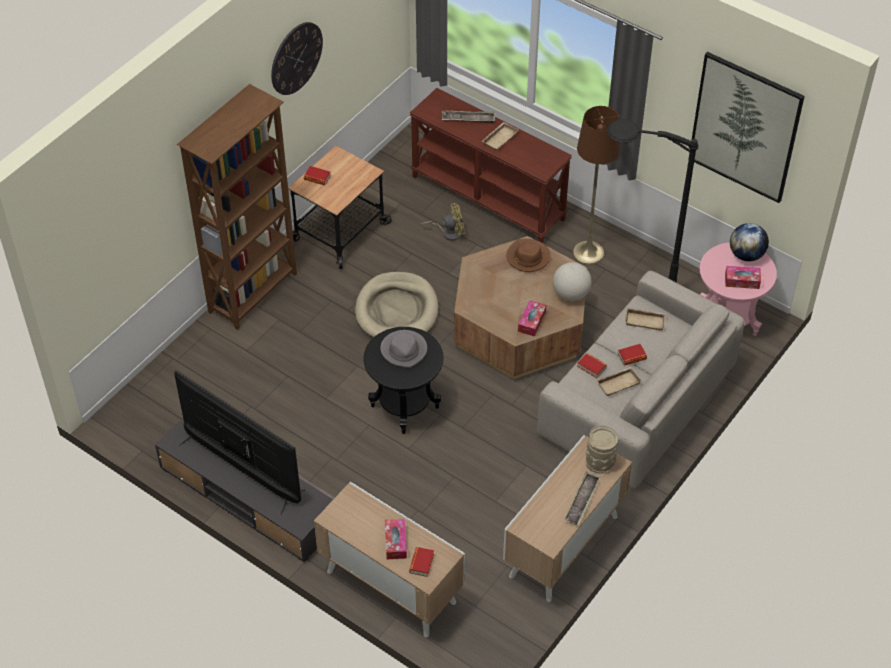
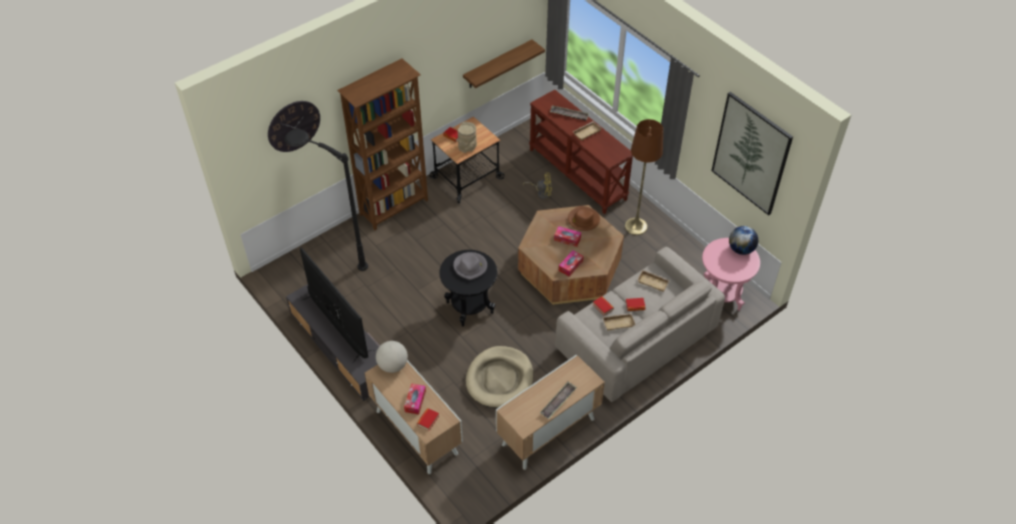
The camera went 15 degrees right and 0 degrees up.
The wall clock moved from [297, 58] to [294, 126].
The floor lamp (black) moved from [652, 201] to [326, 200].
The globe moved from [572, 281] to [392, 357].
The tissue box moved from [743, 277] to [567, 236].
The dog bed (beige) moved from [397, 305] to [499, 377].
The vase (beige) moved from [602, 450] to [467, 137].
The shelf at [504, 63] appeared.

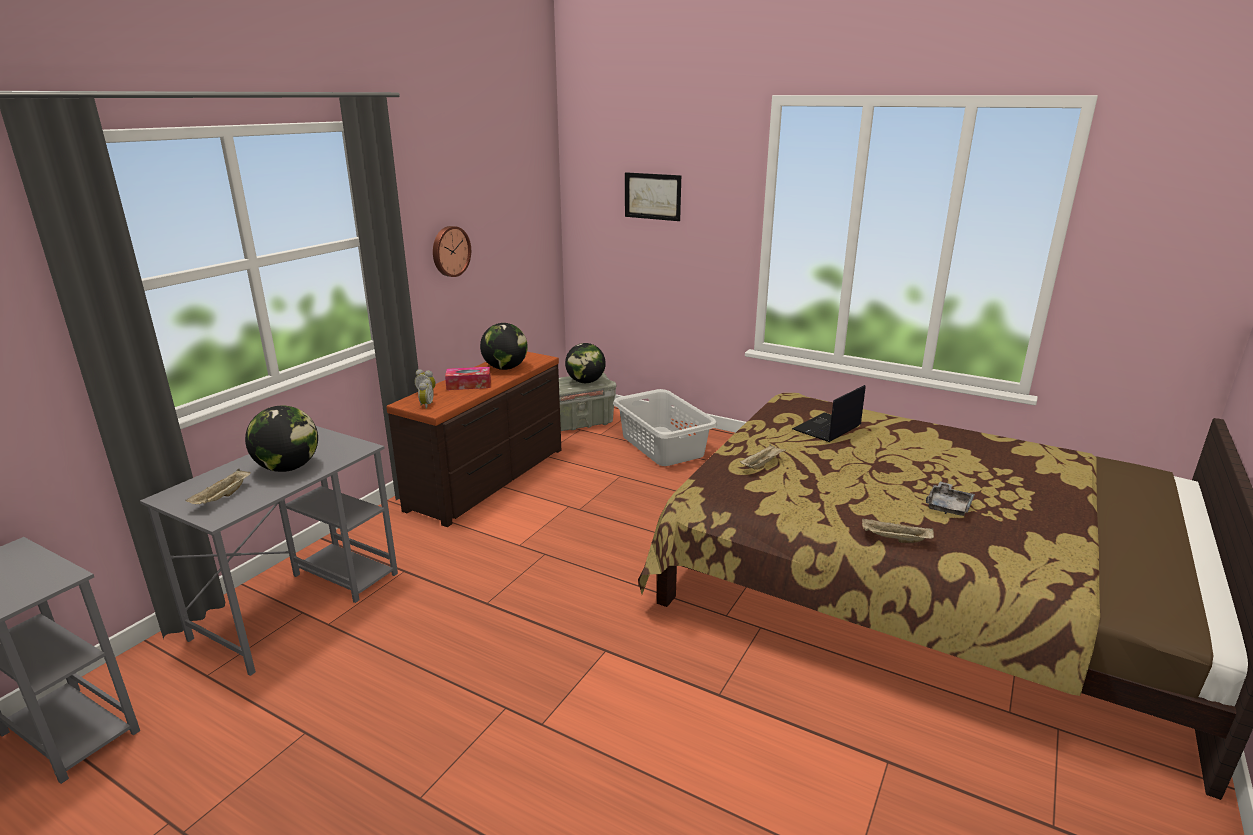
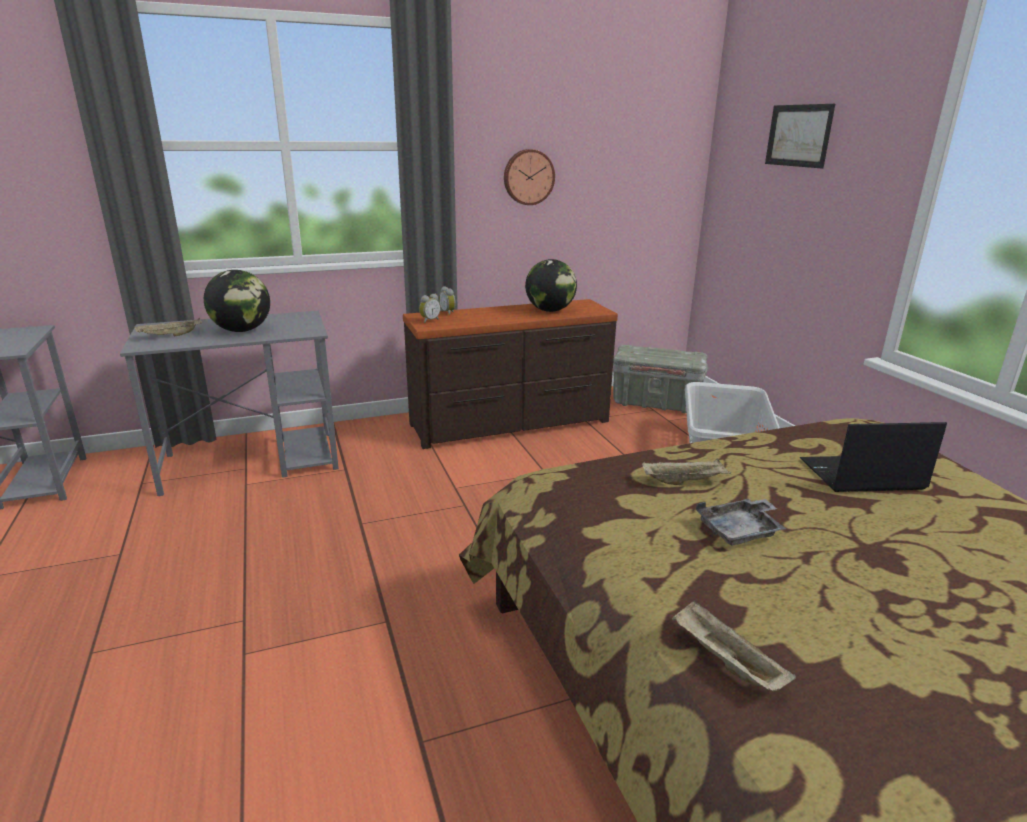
The camera went 40 degrees right and 0 degrees up.
The globe at [585, 363] disappeared.
The tissue box at [468, 378] disappeared.
The tray (grey) moved from [950, 498] to [741, 521].

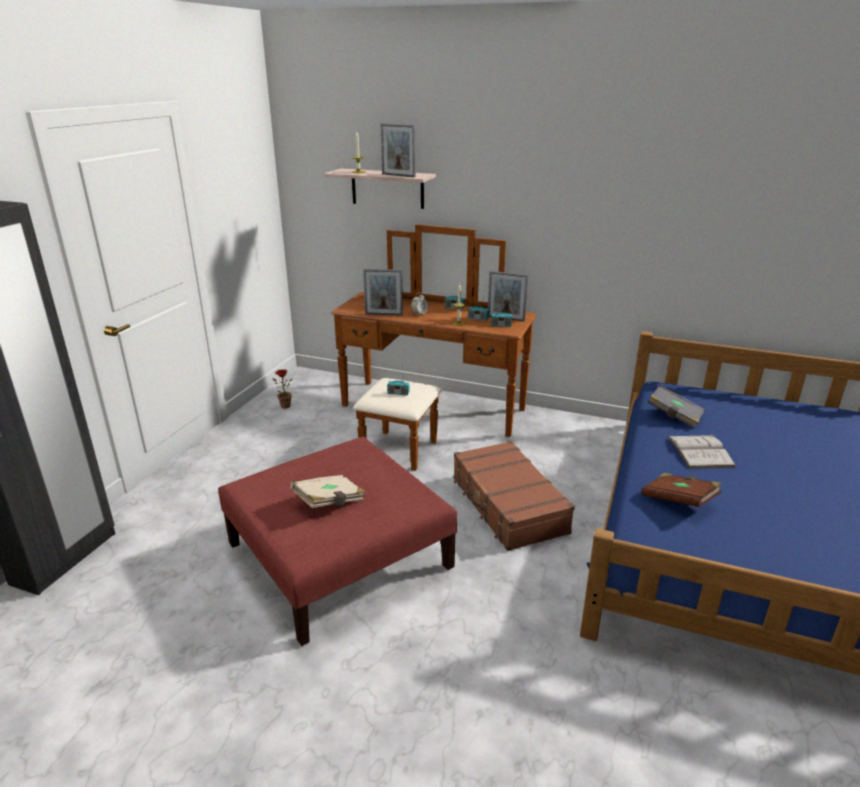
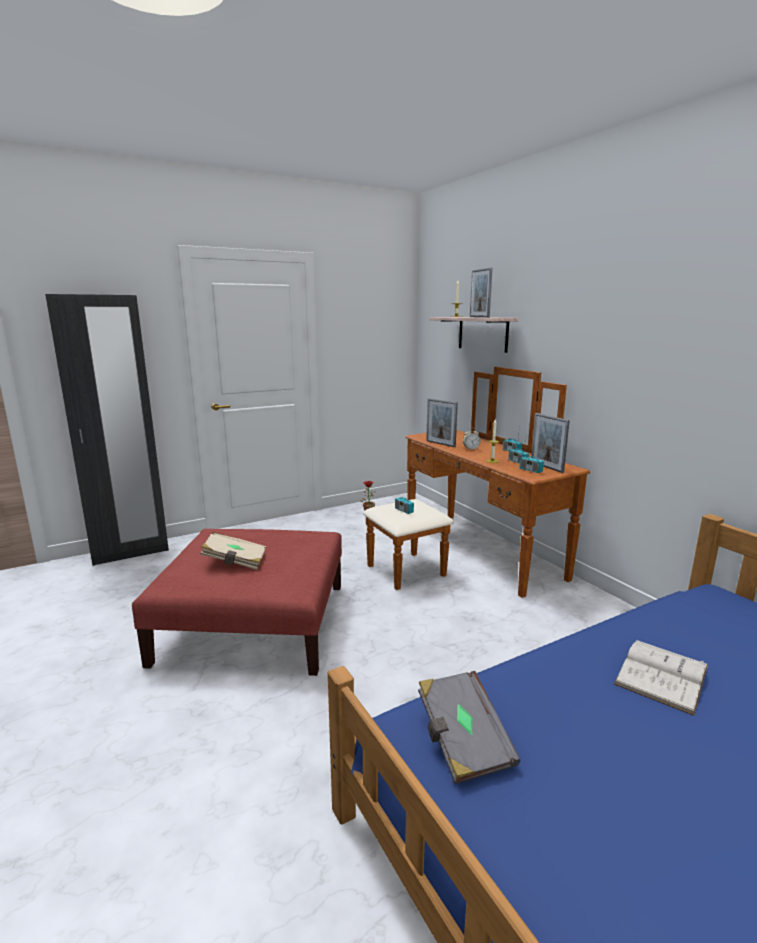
The camera went 40 degrees right and 10 degrees down.
The book (grey) moved from [676, 406] to [469, 727].
The suitcase (brown) at [514, 496] disappeared.
The book (brown) at [681, 490] disappeared.

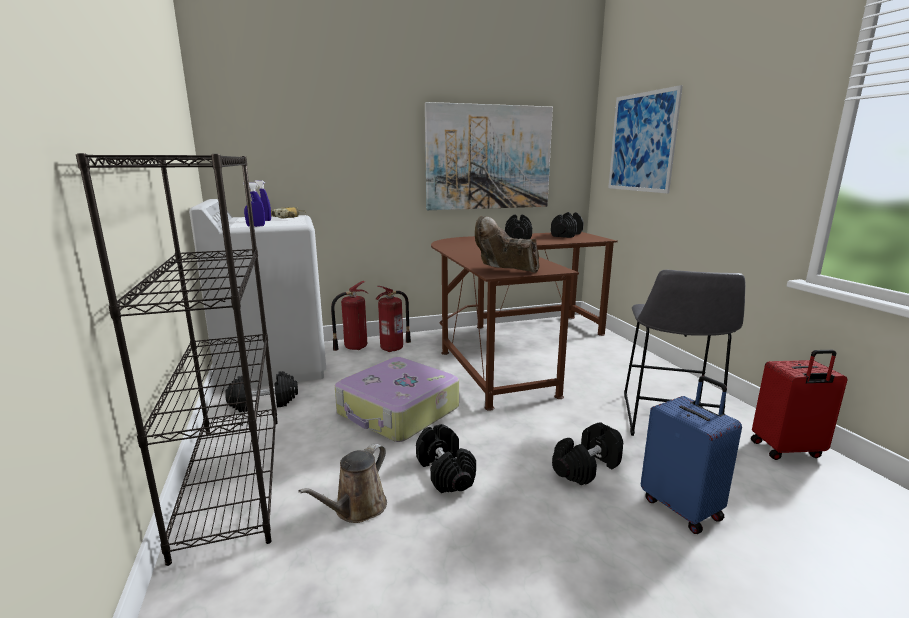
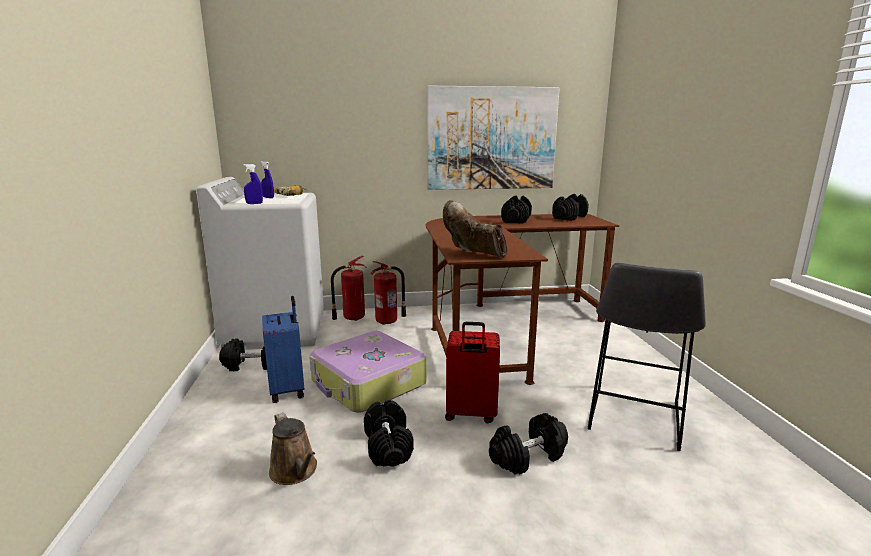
The camera went 10 degrees right and 0 degrees up.
The picture at [645, 139] disappeared.
The bookcase (black) at [177, 359] disappeared.
The suitcase (red) moved from [799, 405] to [472, 372].
The suitcase (blue) moved from [691, 455] to [283, 349].
The watering can (brown) at [342, 483] turned 75 degrees counterclockwise.

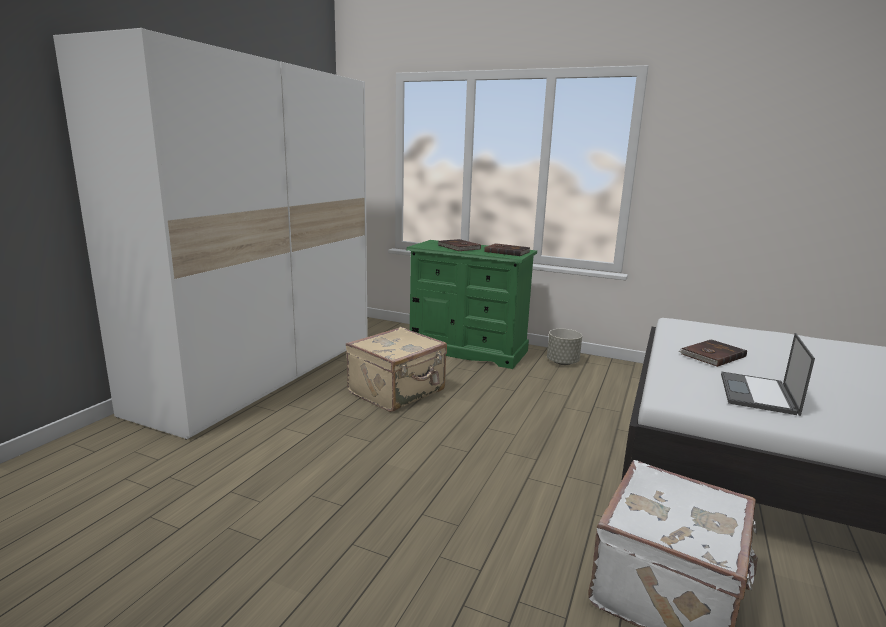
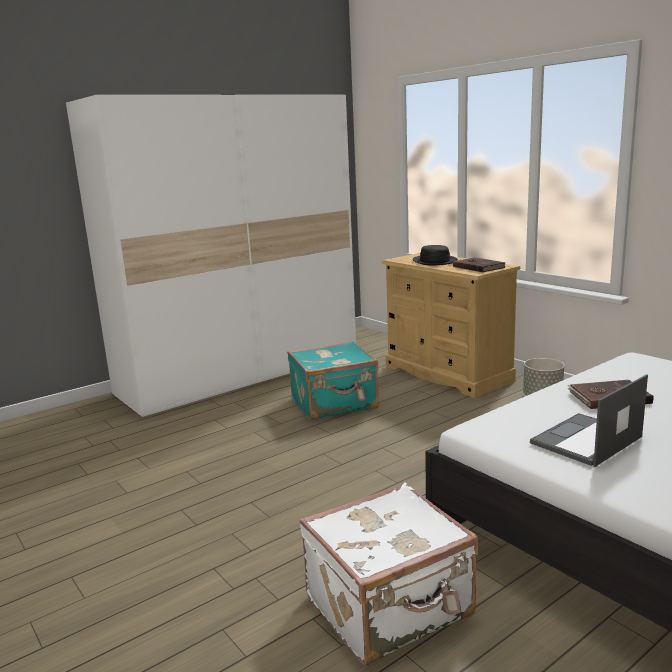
The camera went 30 degrees right and 0 degrees up.
The book (brown) at [459, 245] was replaced by the hat (black) at [435, 255].
The dresser (green) at [471, 304] became the dresser (beige) at [450, 325].
The suitcase (beige) at [396, 369] became the suitcase (turquoise) at [333, 380].

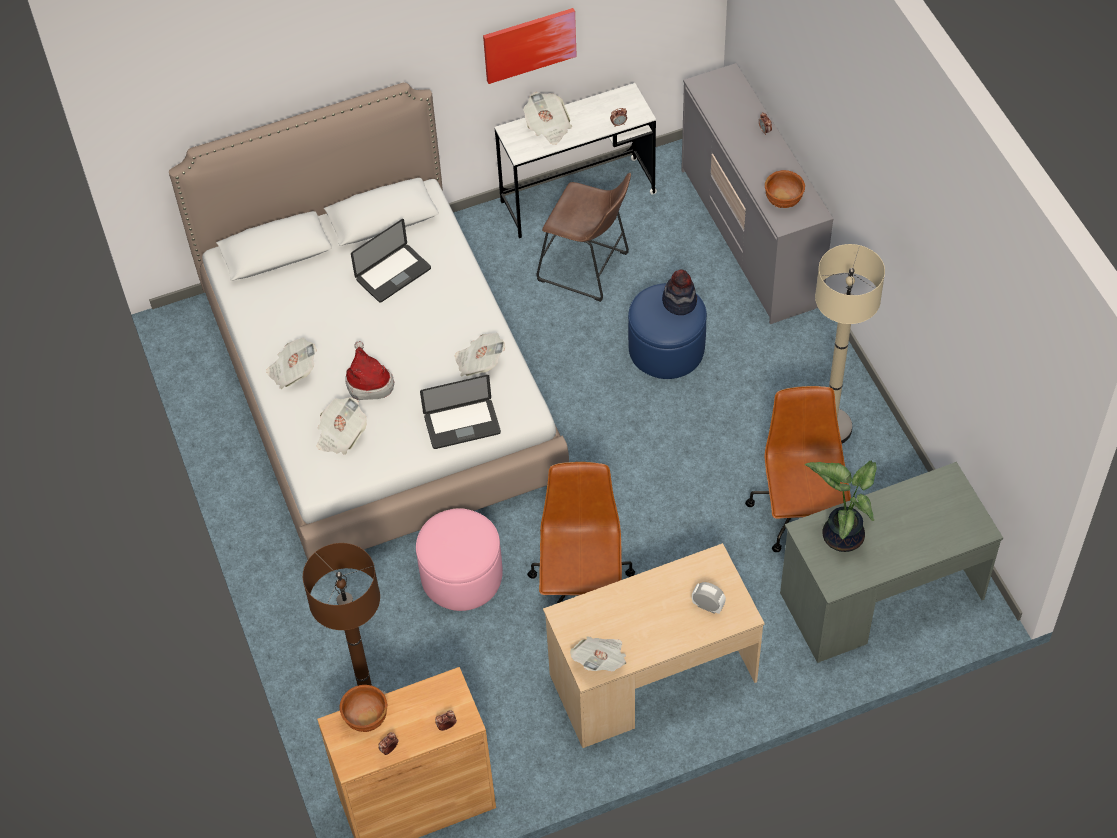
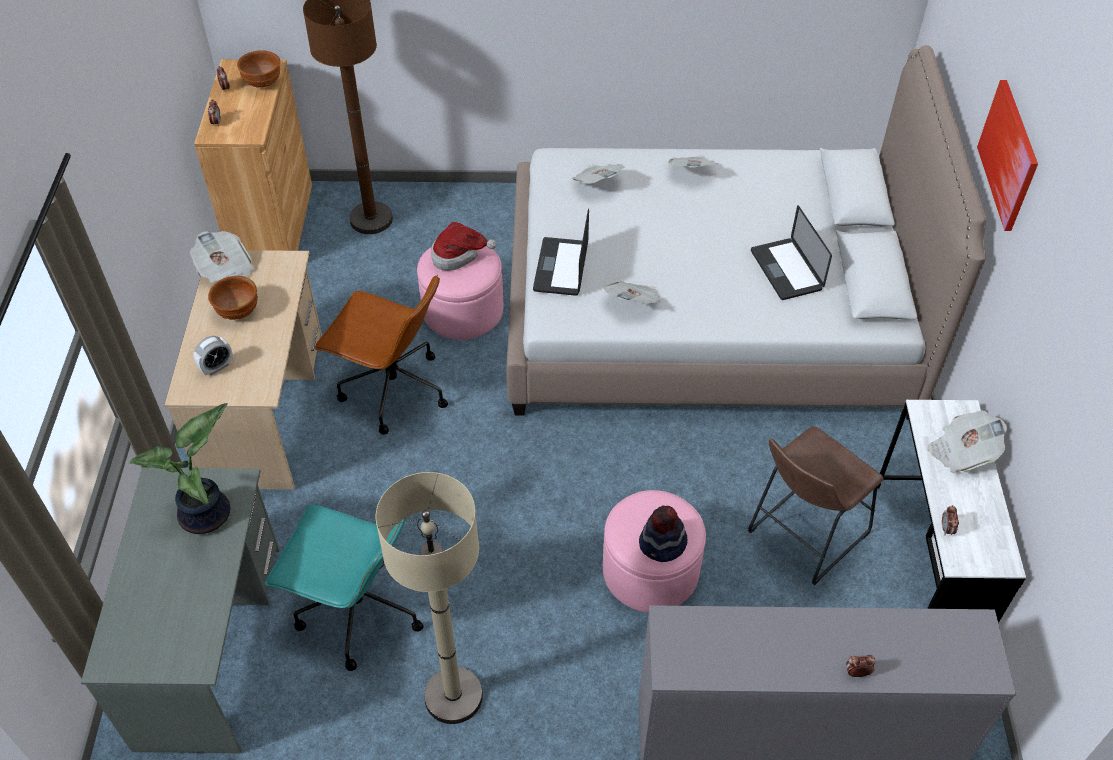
The camera went 110 degrees right and 5 degrees down.
The picture moved from [530, 46] to [1007, 155].
The bowl (brown) moved from [785, 189] to [233, 298].
The ottoman (blue) at [667, 331] became the ottoman (pink) at [654, 551].
The hat moved from [369, 370] to [464, 246].
The office chair (brown) at [798, 469] became the office chair (turquoise) at [344, 588].

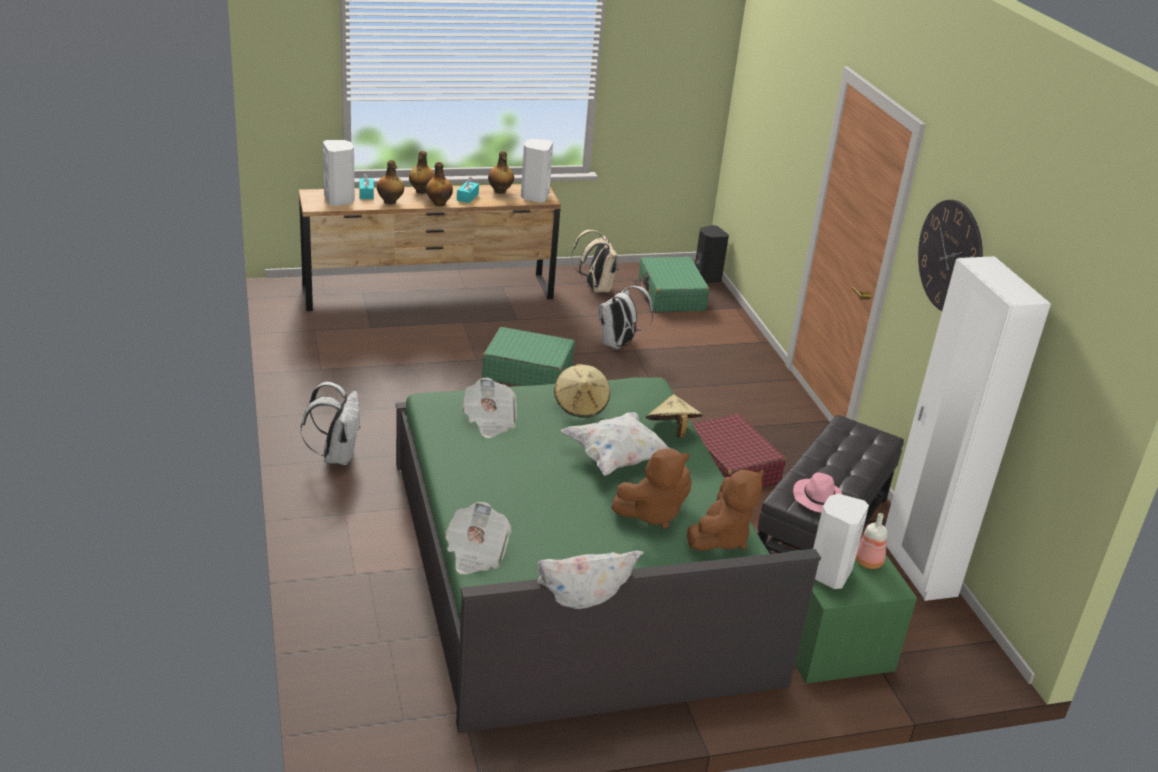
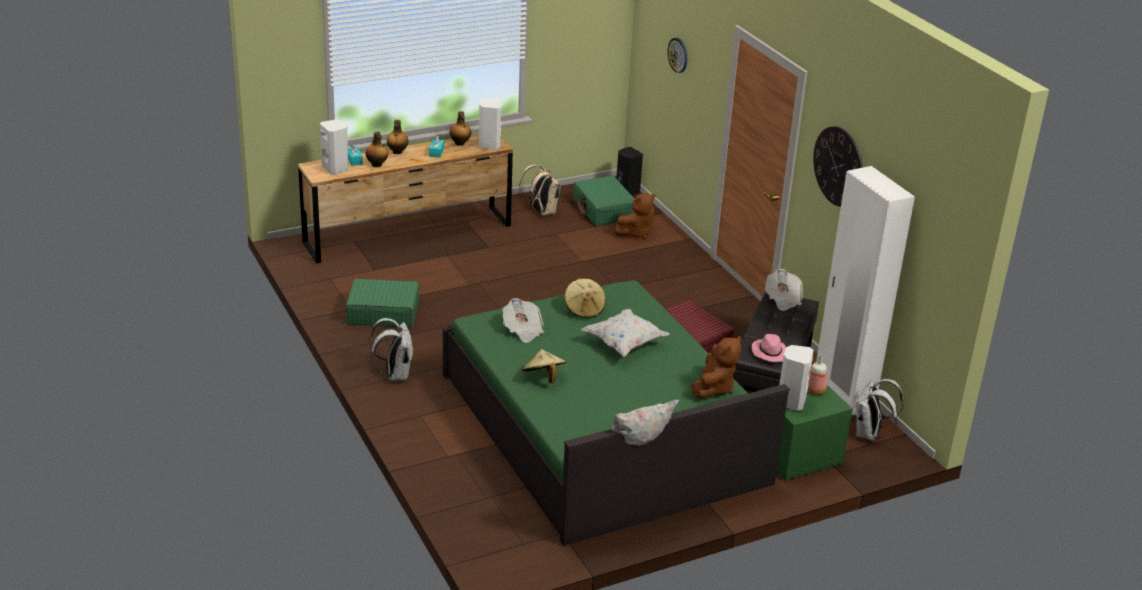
The camera went 10 degrees left and 0 degrees up.
The bottle at [439, 184] disappeared.
The backpack (white) moved from [626, 318] to [879, 410].
The suitcase (green) moved from [528, 356] to [382, 303].
The hat (beige) moved from [674, 416] to [544, 366].
The plush toy (brown) moved from [651, 488] to [635, 216].
The newspaper moved from [478, 538] to [784, 290].
The wall clock at [677, 55] appeared.

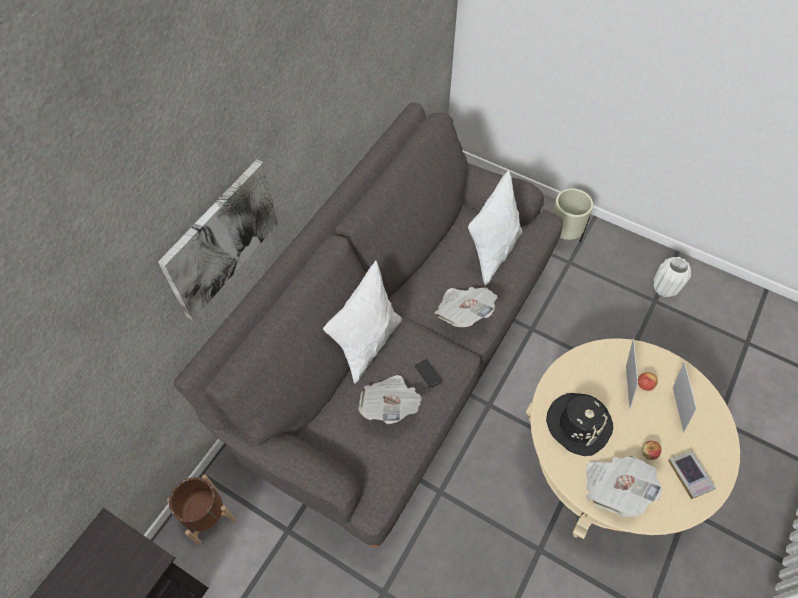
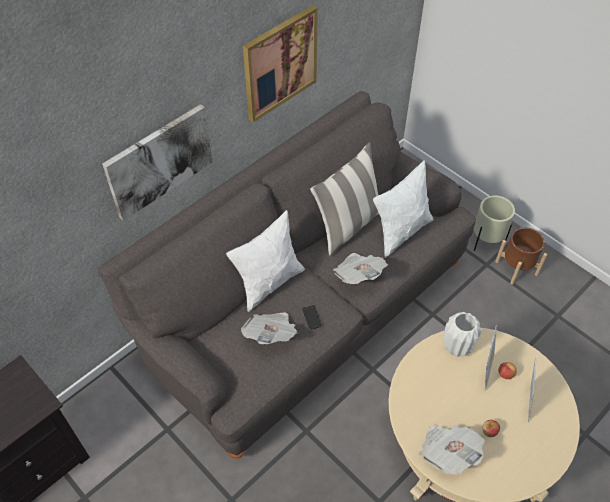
The camera went 15 degrees right and 5 degrees down.
The vase (white) moved from [672, 277] to [462, 334].
The hat (black) at [579, 424] disappeared.
The book at [692, 475] disappeared.
The planter (brown) moved from [201, 509] to [521, 256].
The picture at [280, 64] appeared.
The pillow at [344, 199] appeared.

